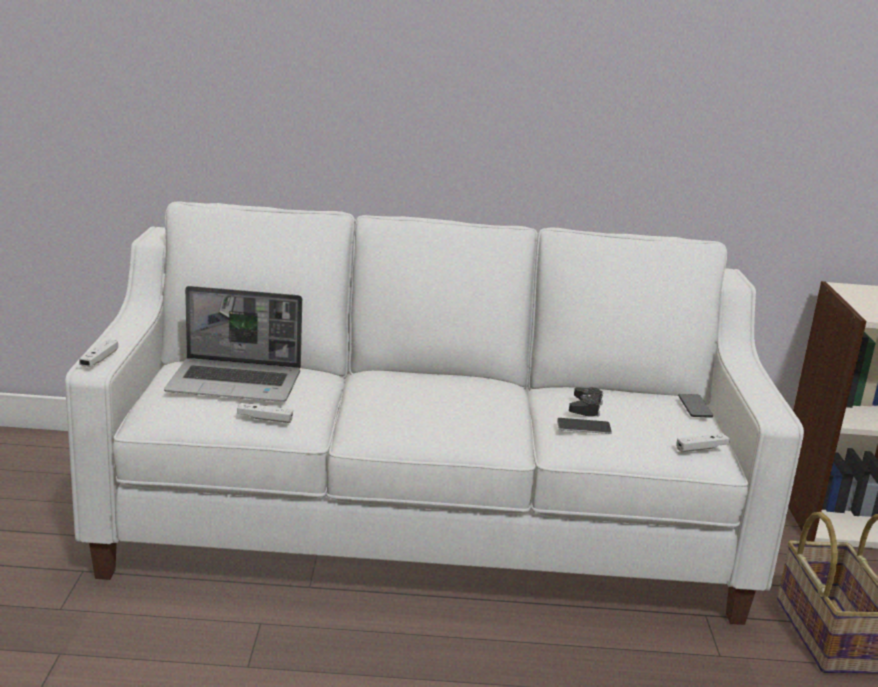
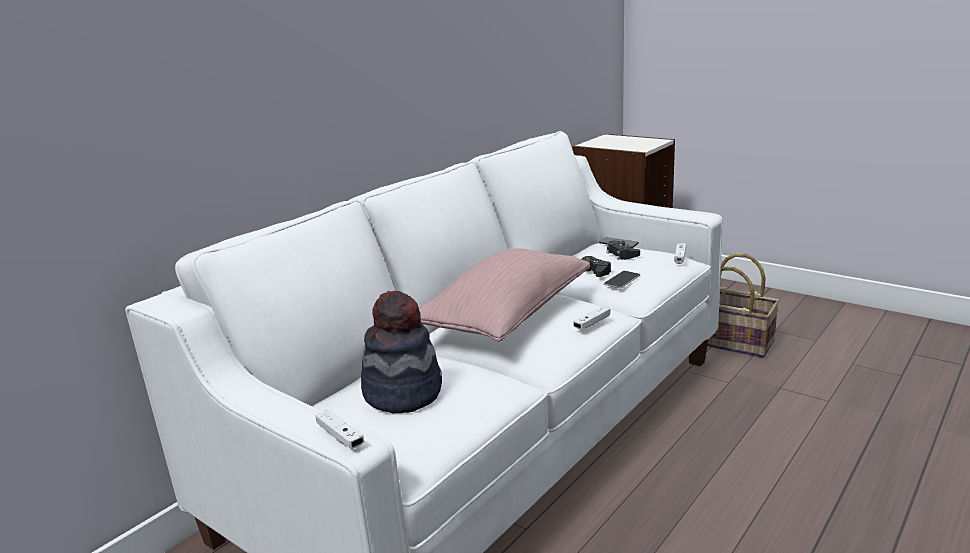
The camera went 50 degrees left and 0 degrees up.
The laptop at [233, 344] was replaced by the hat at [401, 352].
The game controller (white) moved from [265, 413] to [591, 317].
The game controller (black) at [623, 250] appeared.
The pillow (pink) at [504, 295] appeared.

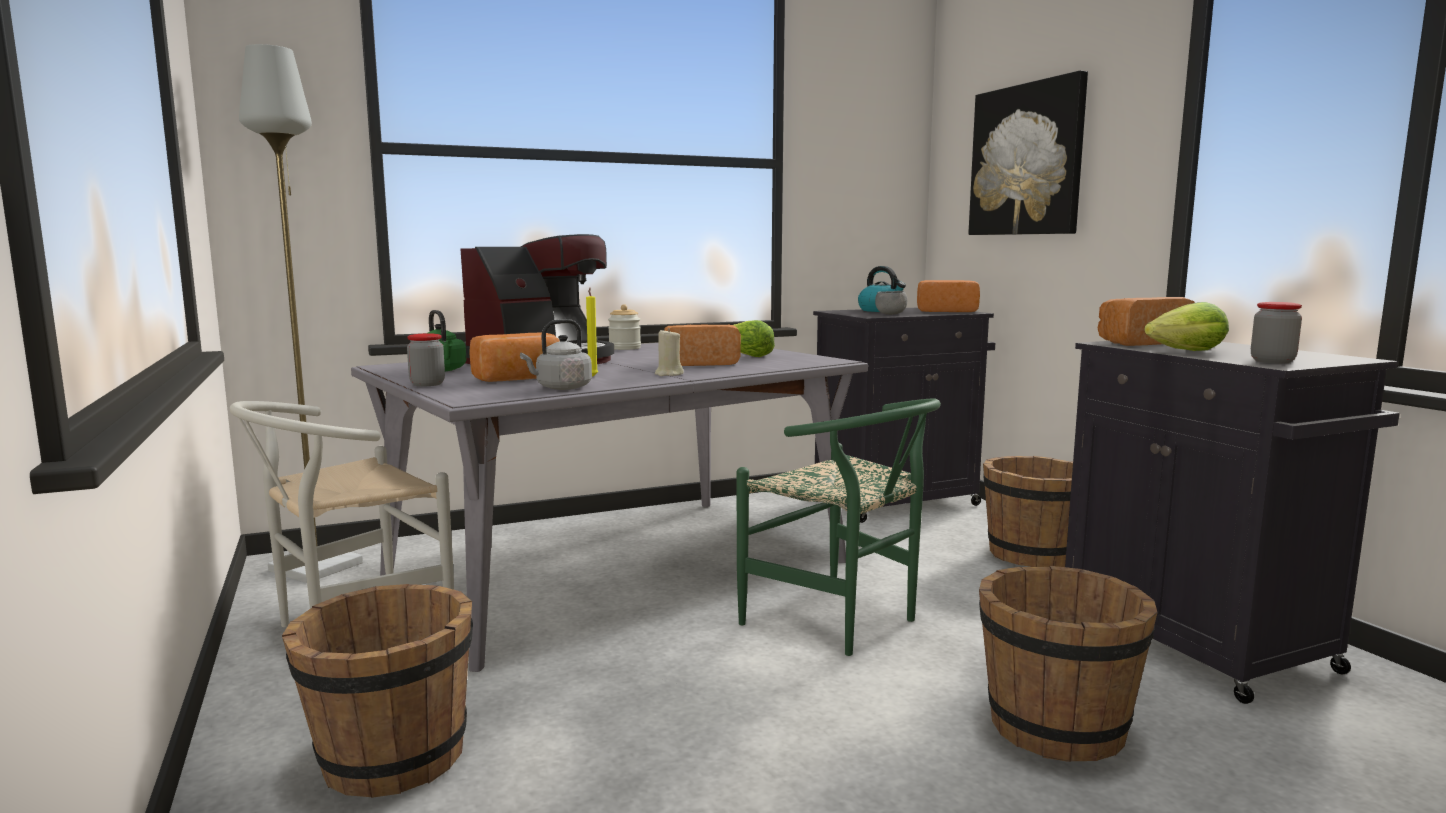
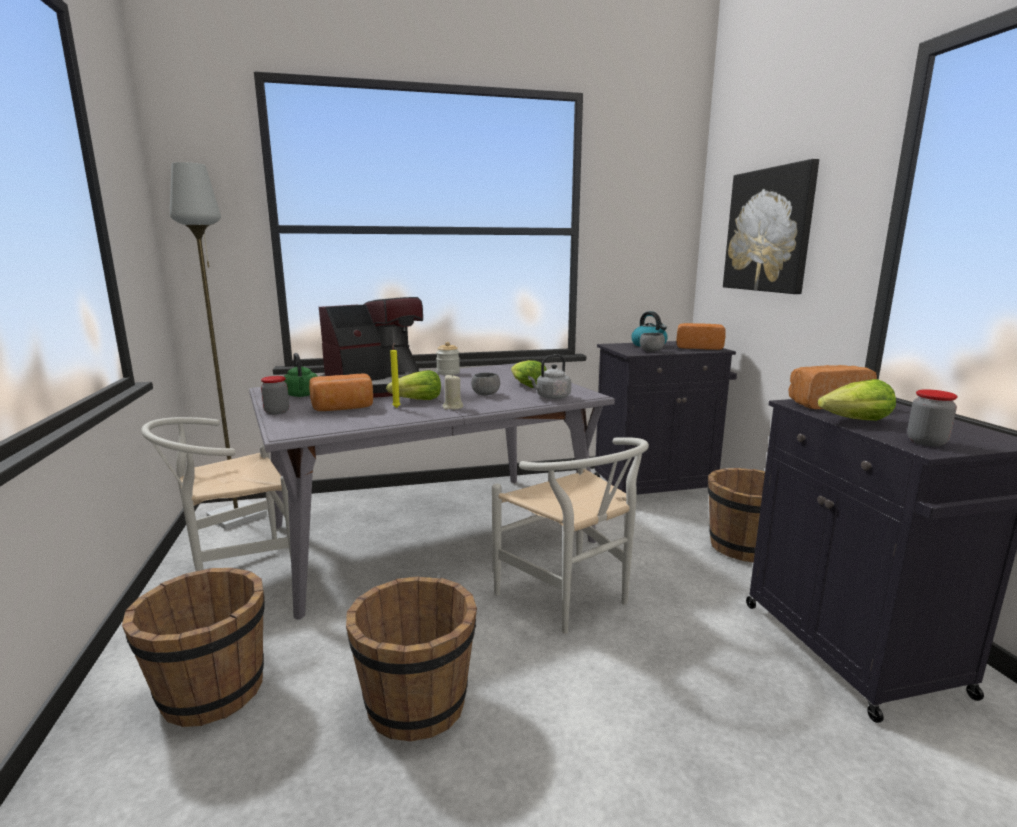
The camera went 10 degrees right and 5 degrees up.
The kettle (grey) moved from [556, 354] to [549, 376].
The bread at [702, 345] was replaced by the bowl (grey) at [485, 383].
The chair (green) at [839, 527] became the chair (white) at [570, 535].
The bucket (brown) moved from [1068, 664] to [411, 658].
The lettuce at [413, 385] appeared.

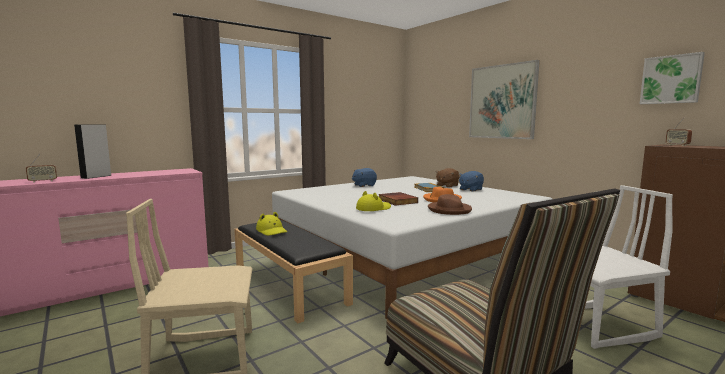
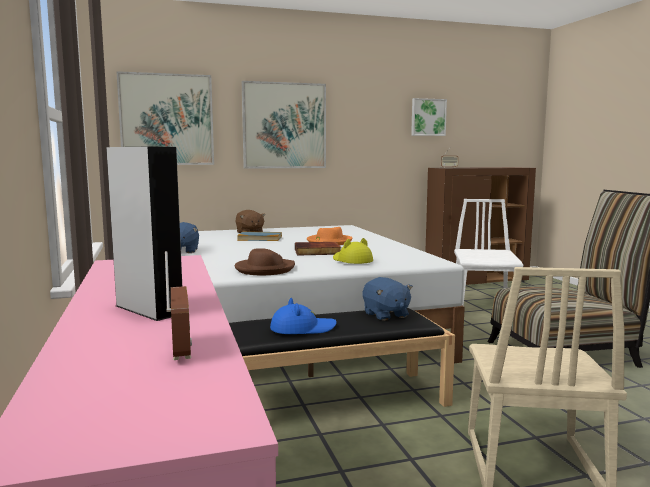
The camera went 70 degrees left and 0 degrees up.
The plush toy (blue) moved from [471, 181] to [388, 299].
The hat (brown) moved from [450, 204] to [265, 261].
The hat (yellow) at [271, 224] became the hat (blue) at [303, 316].
The picture at [165, 118] appeared.

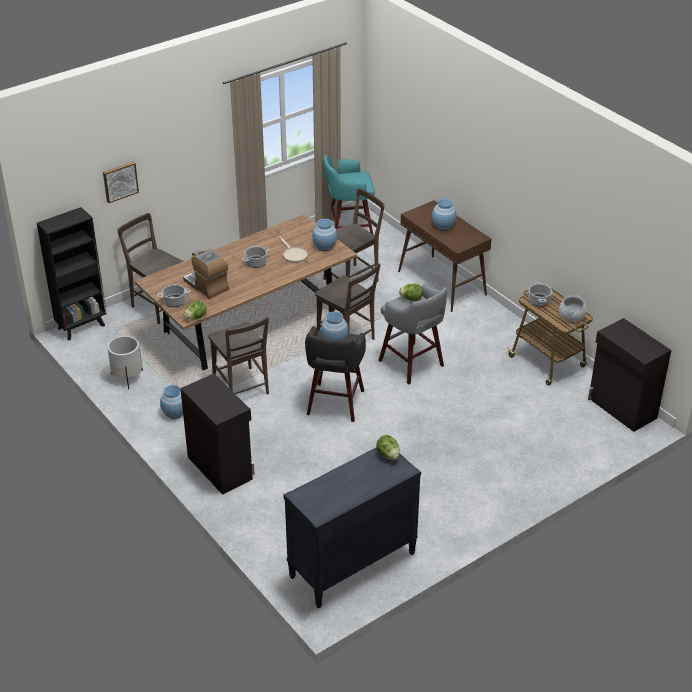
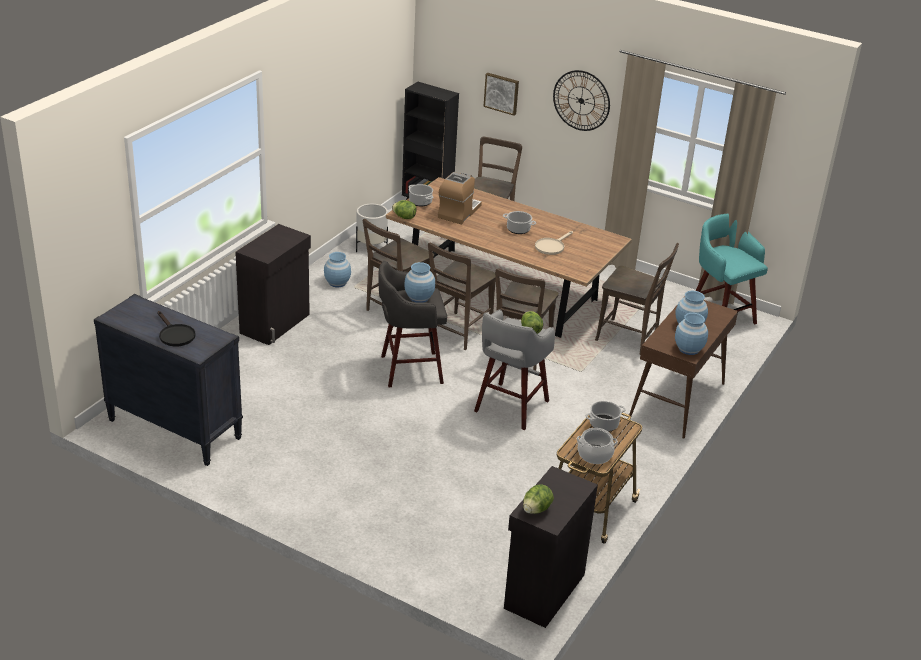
The camera went 65 degrees right and 5 degrees down.
The vase (blue) moved from [324, 235] to [691, 334].
The lettuce moved from [387, 447] to [538, 499].
The wall clock at [581, 100] appeared.
The chair (brown) at [462, 296] appeared.
The frying pan (black) at [176, 328] appeared.

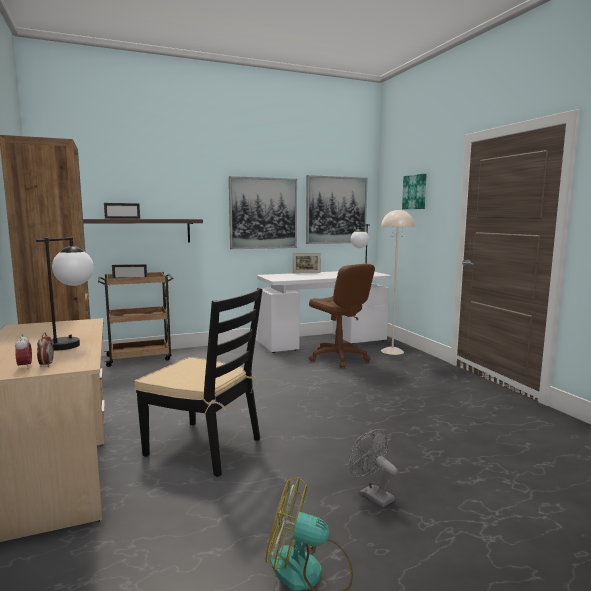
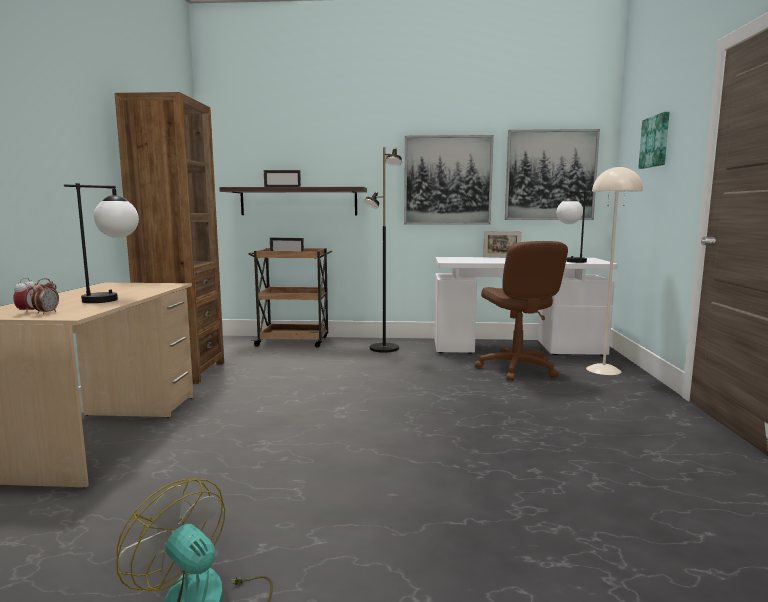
The camera went 25 degrees right and 0 degrees up.
The chair (black) at [198, 382] disappeared.
The fan (grey) at [373, 468] disappeared.
The floor lamp (black) at [383, 250] appeared.

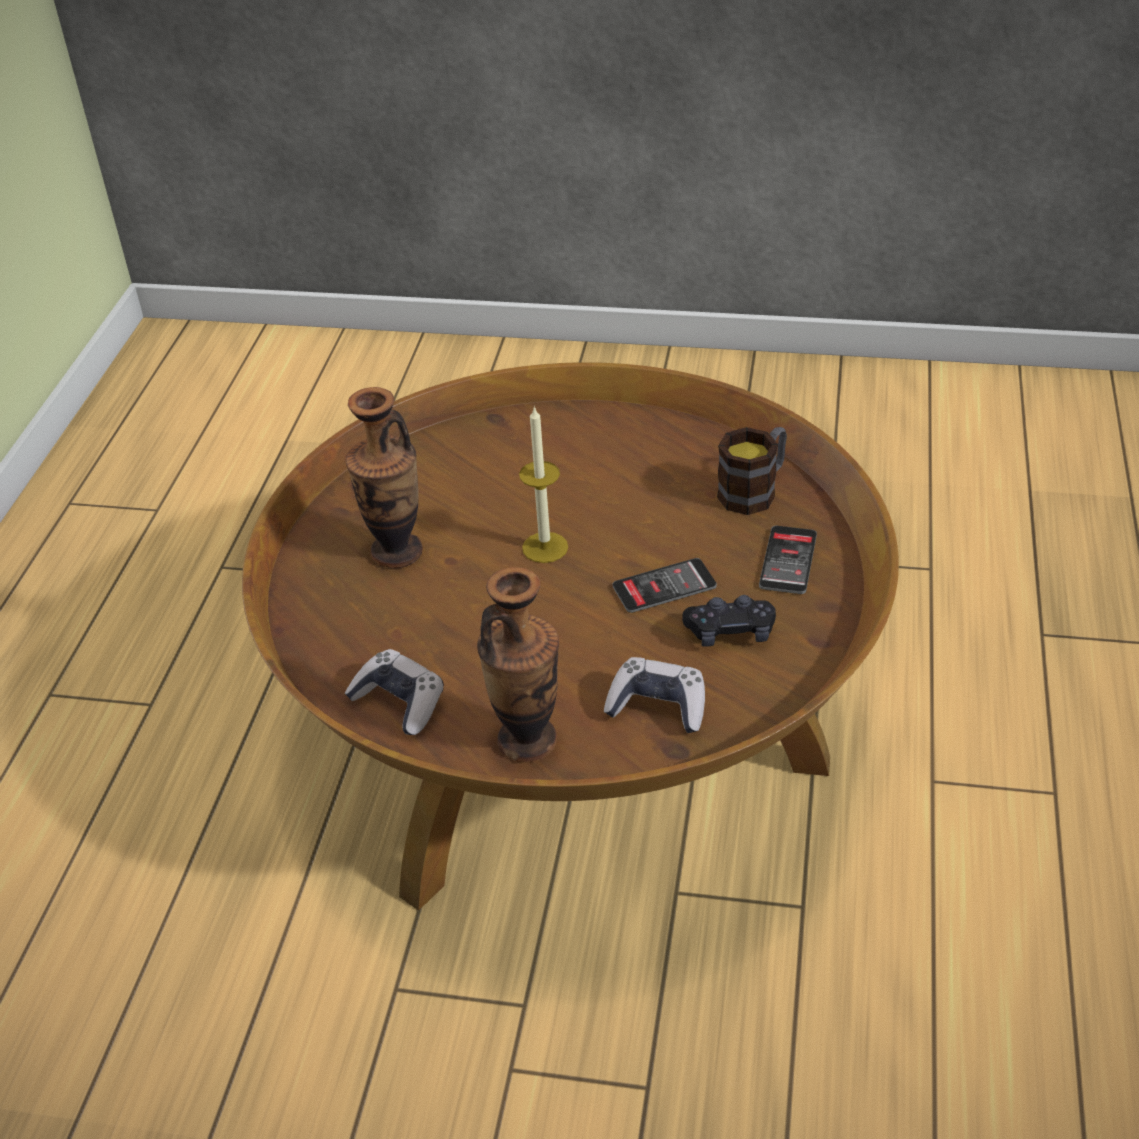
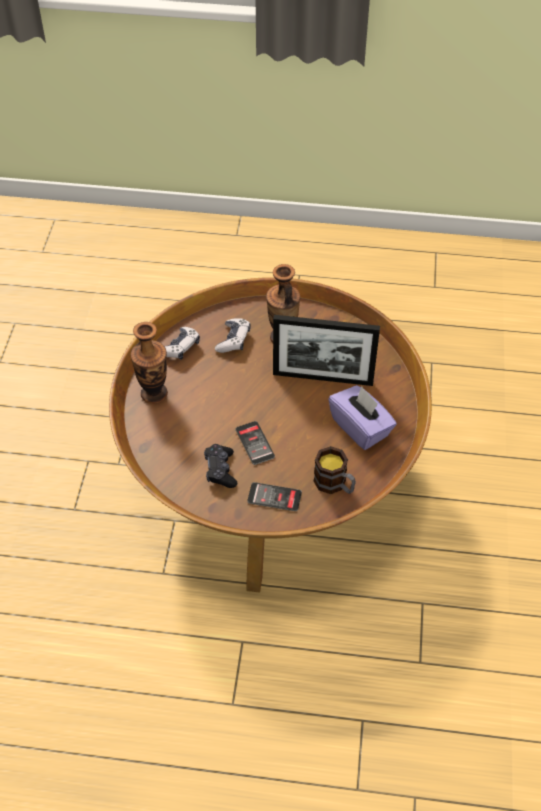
The camera went 85 degrees right and 10 degrees up.
The candle at [543, 484] disappeared.
The game controller moved from [654, 695] to [233, 335].
The picture frame at [326, 350] appeared.
The tissue box (purple) at [362, 417] appeared.

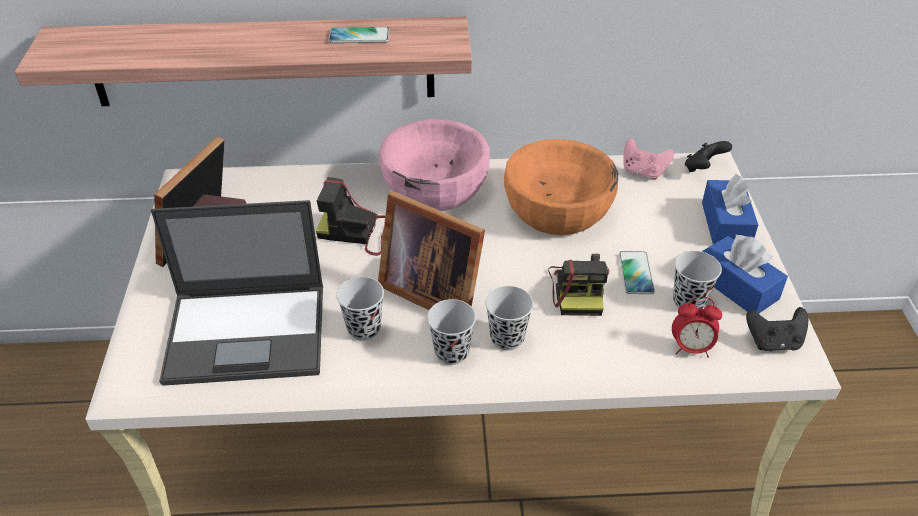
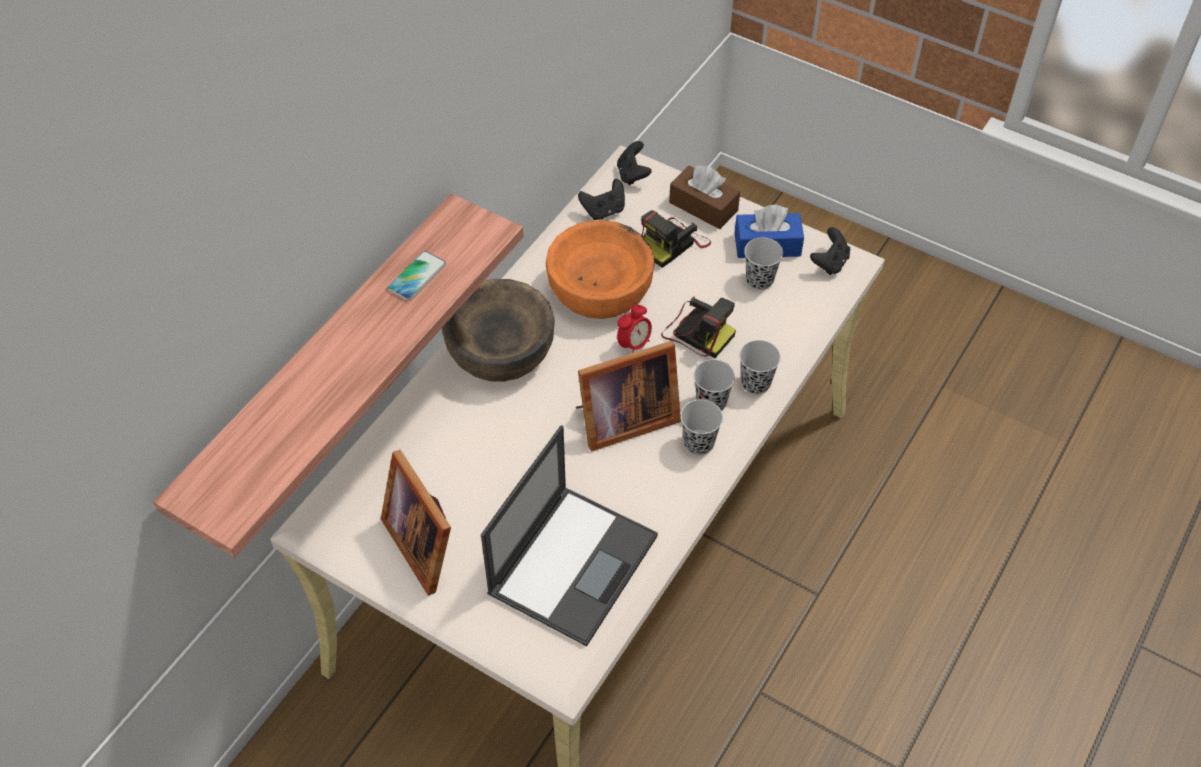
The camera went 55 degrees left and 10 degrees up.
The bowl (pink) at [434, 165] became the bowl (brown) at [498, 330].
The game controller (pink) at [648, 159] became the game controller (black) at [601, 199].
The tissue box (blue) at [730, 209] became the tissue box (brown) at [704, 197].
The photo camera moved from [350, 216] to [676, 239].
The phone at [637, 272] disappeared.
The cup (black) moved from [360, 309] to [760, 367].
The alarm clock moved from [697, 327] to [634, 328].

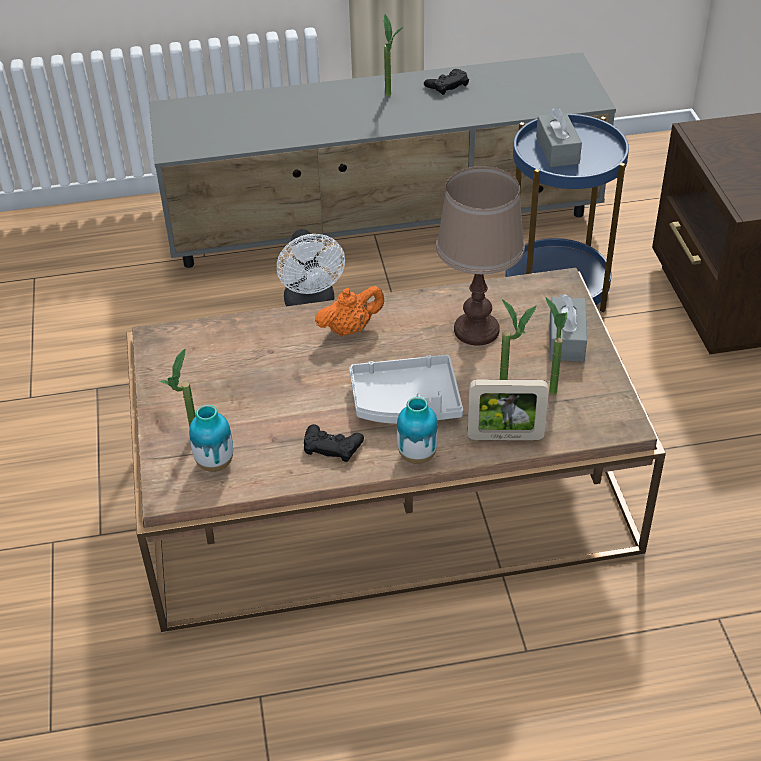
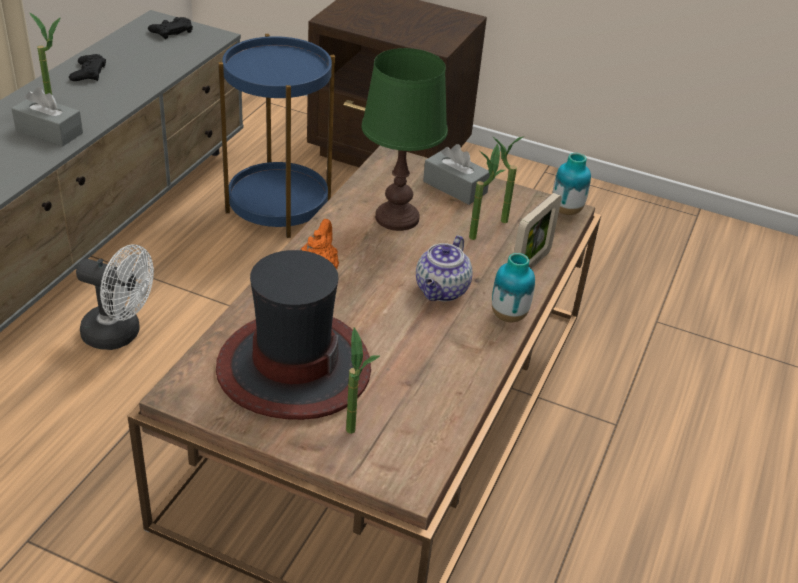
The camera went 60 degrees left and 5 degrees down.
The tissue box (grey) moved from [559, 137] to [47, 117].
The table lamp (brown) at [480, 256] became the table lamp (green) at [404, 139].
The tray (grey) at [406, 389] was replaced by the teapot at [444, 268].
The vase moved from [211, 438] to [572, 184].
The game controller (black) moved from [334, 443] to [170, 28].
The hat at [293, 335] appeared.

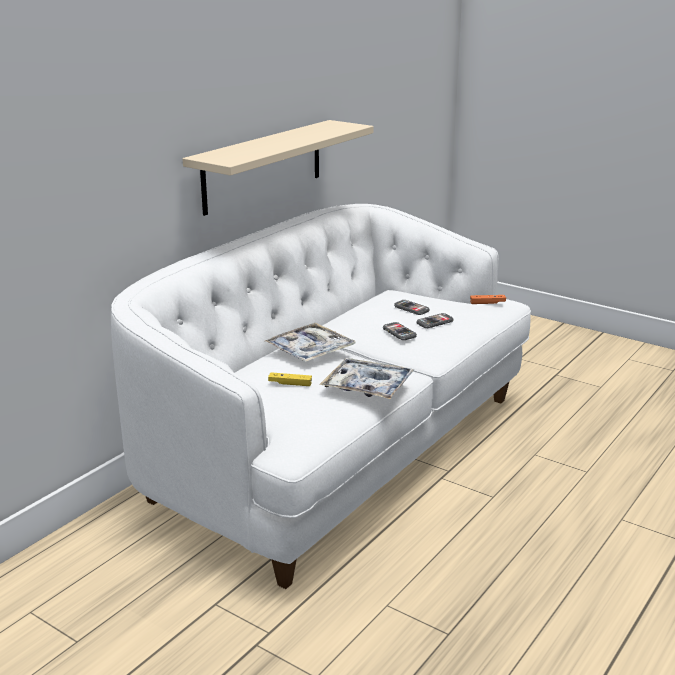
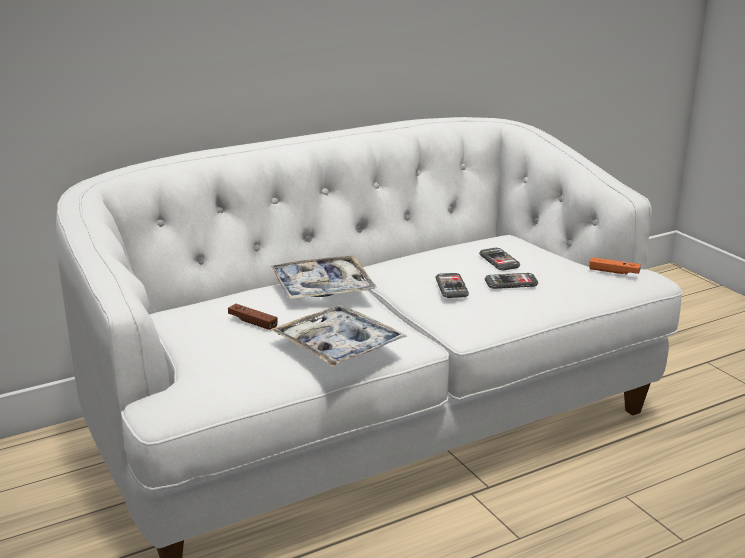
The camera went 25 degrees right and 0 degrees up.
The shelf (beige) at [277, 168] disappeared.
The game controller (yellow) at [290, 379] became the game controller (brown) at [253, 317].

